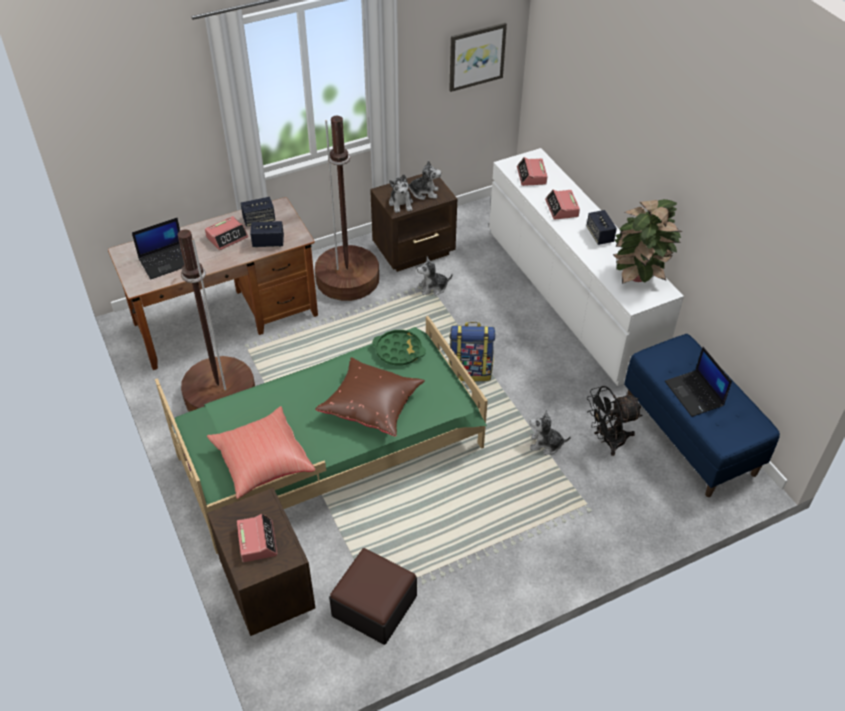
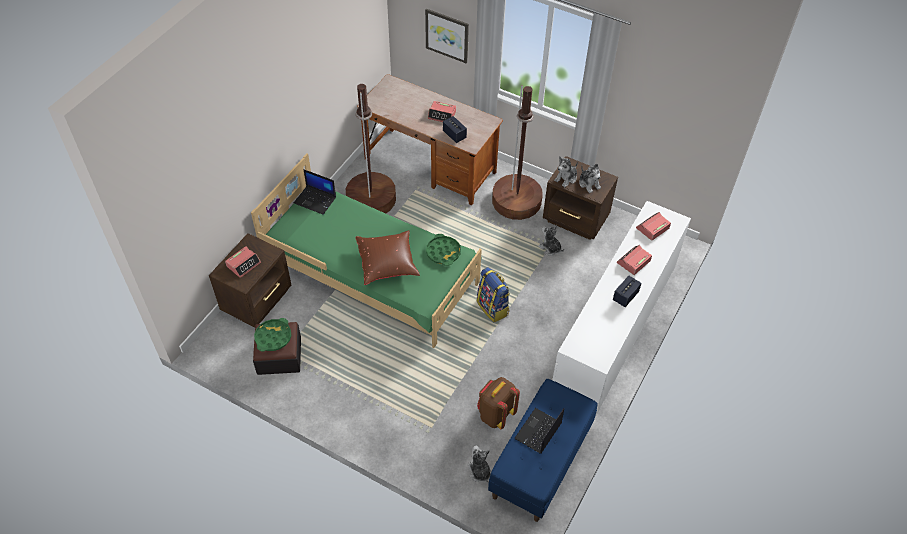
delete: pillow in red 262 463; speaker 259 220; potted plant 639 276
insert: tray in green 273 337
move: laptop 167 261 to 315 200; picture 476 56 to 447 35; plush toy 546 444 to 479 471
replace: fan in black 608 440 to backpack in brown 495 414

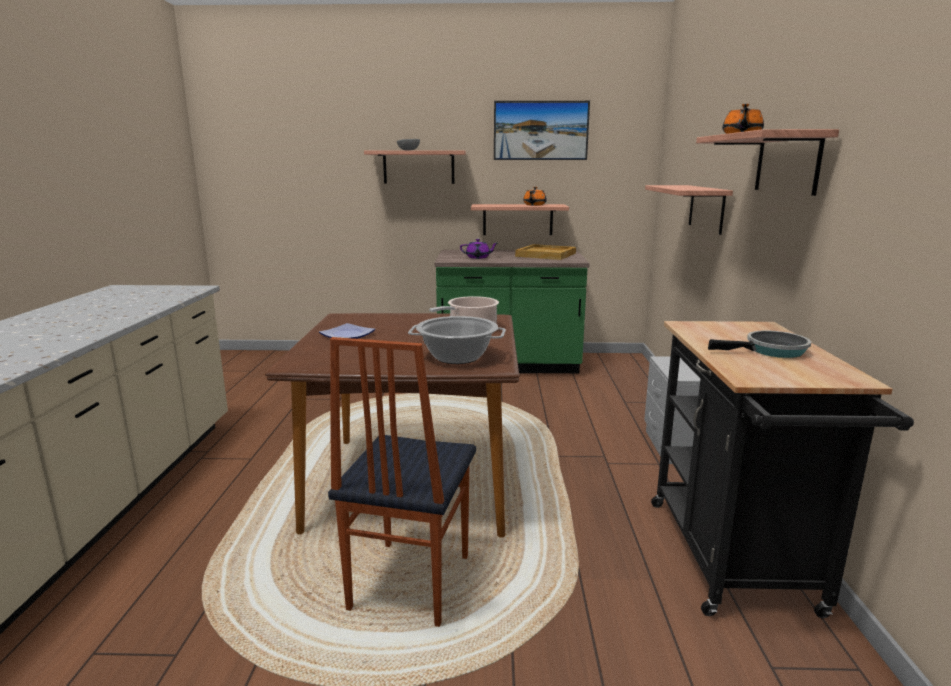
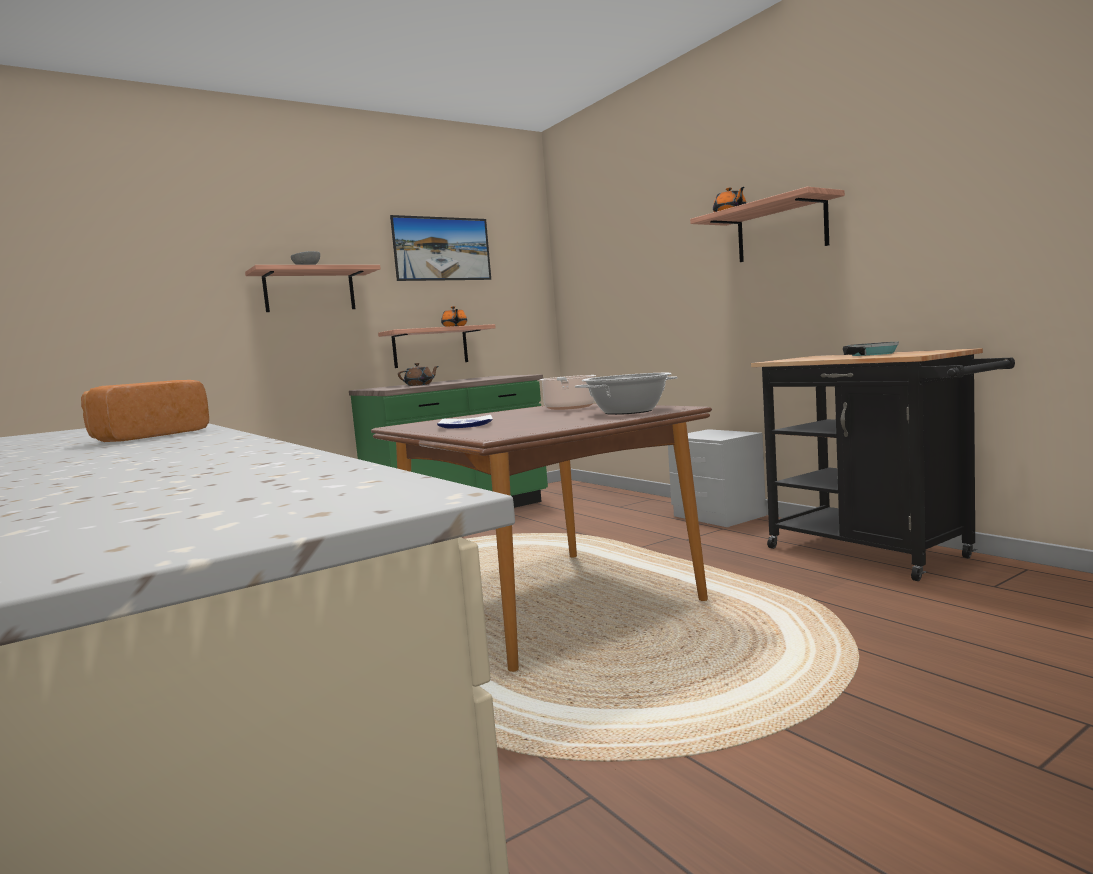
delete: chair 408 582; tray in beige 546 255; shelf 706 208
insert: bread 147 436
recolor: teapot in purple 478 257 to teapot in brown 419 385

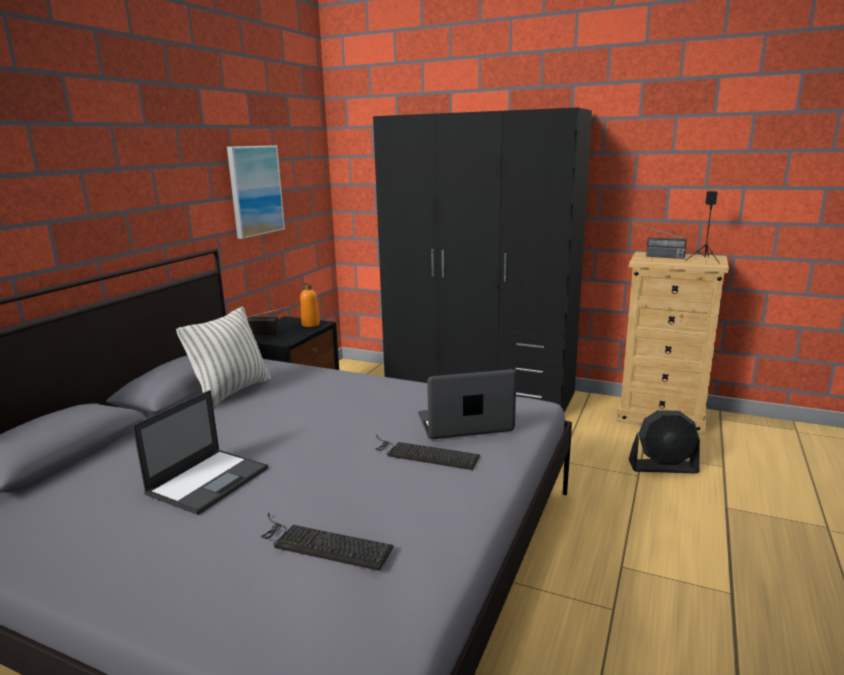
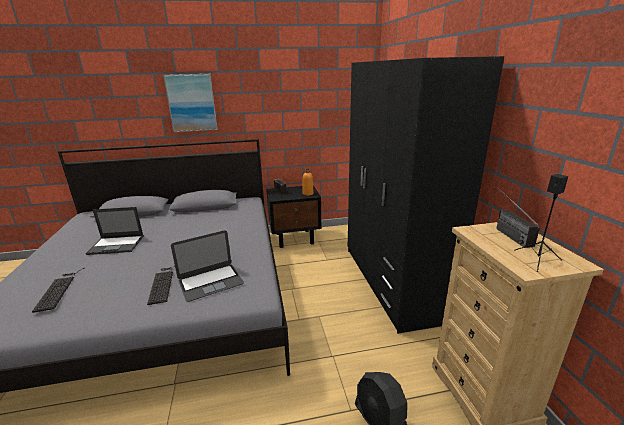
delete: pillow 232 391
move: picture 255 190 to 191 103
rotate: laptop 464 423 = 210 282 105 degrees clockwise

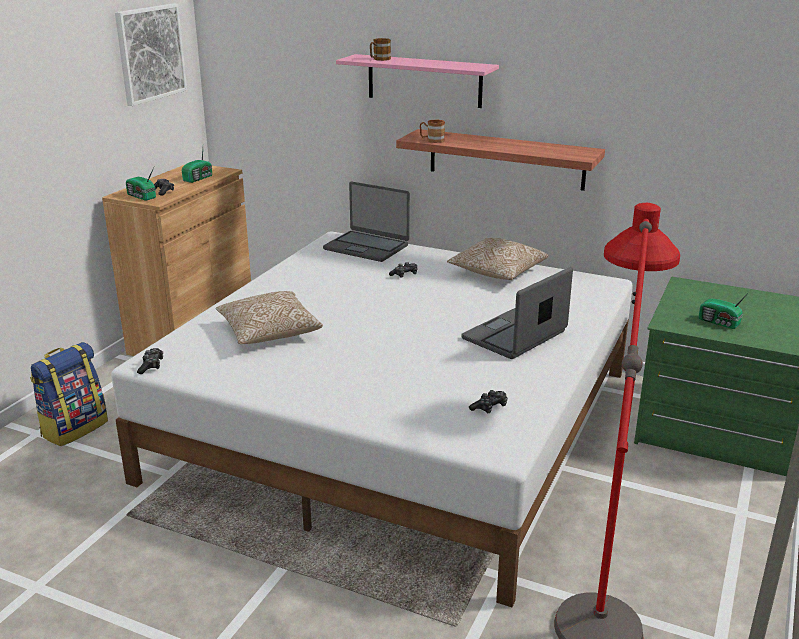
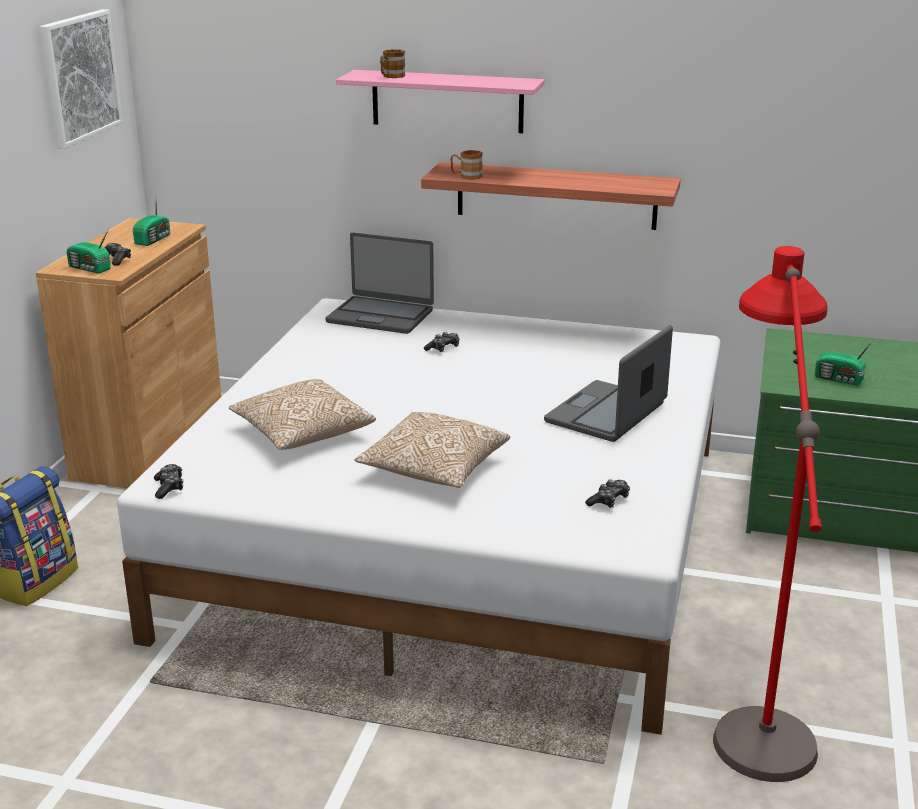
move: pillow 497 273 to 433 470

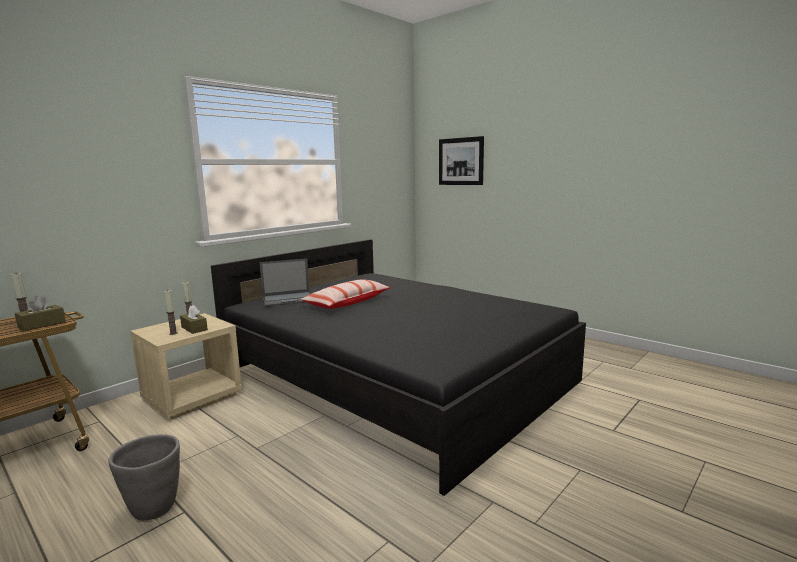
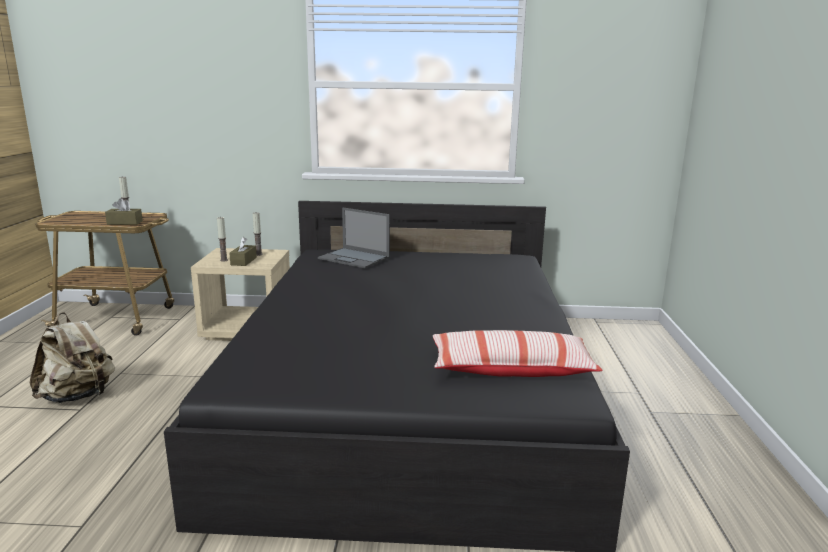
delete: picture 460 161
move: pillow 347 303 to 511 369
replace: planter in grey 154 508 to backpack in beige 78 396

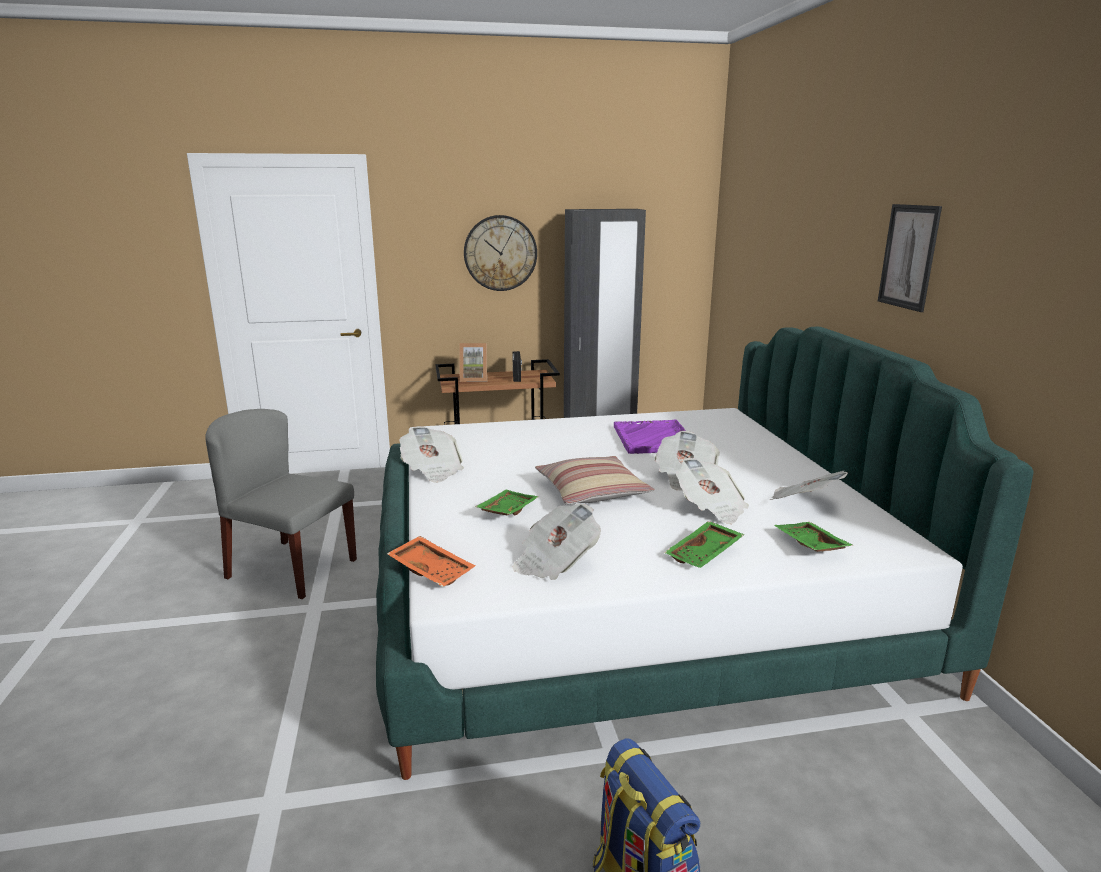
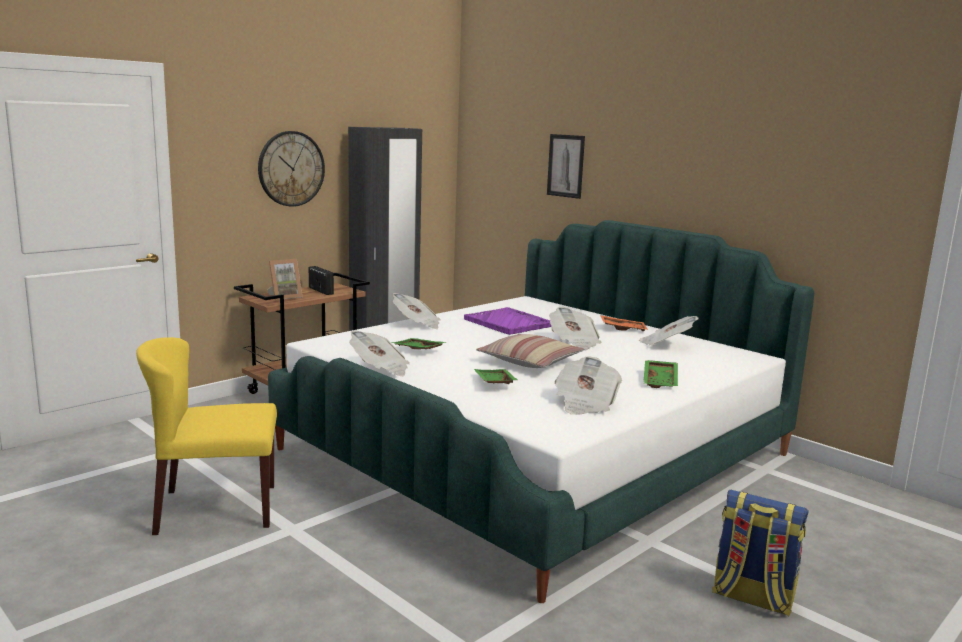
move: tray in green 809 545 to 417 350; newspaper 711 508 to 417 324; picture 908 256 to 565 166; tray in orange 432 570 to 623 328
recolor: chair in grey 291 568 to chair in yellow 216 509

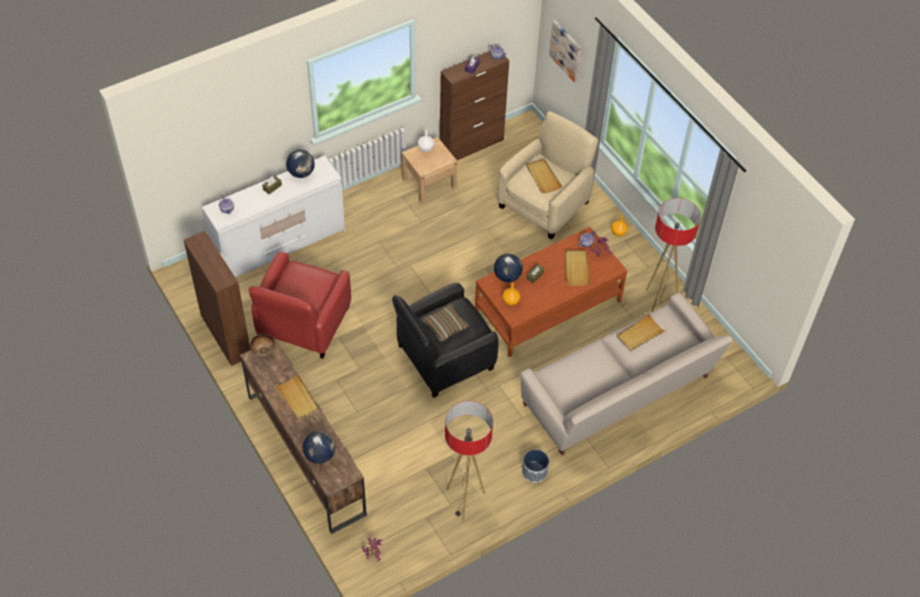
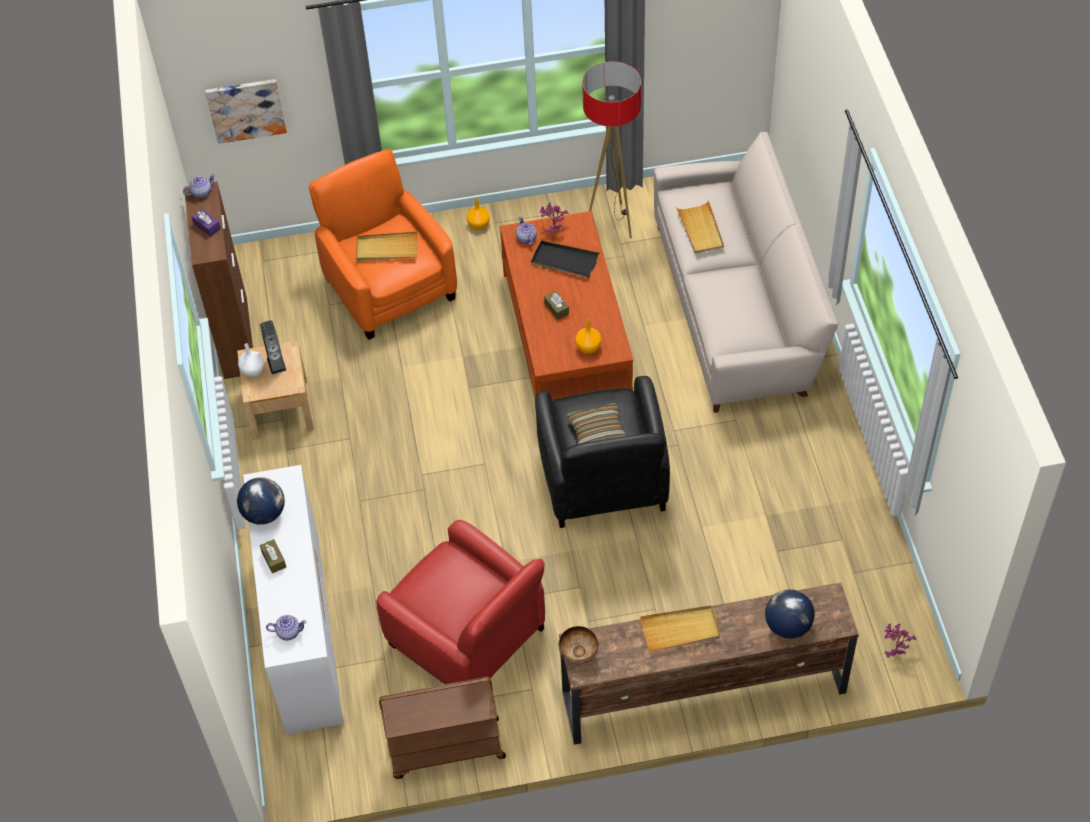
delete: floor lamp 464 501; globe 507 276; planter 534 472
insert: speaker 276 364
replace: cabinet in brown 226 335 to cart in brown 445 749
recolor: armchair in beige 545 204 to armchair in orange 389 287; tray in beige 576 268 to tray in black 564 261

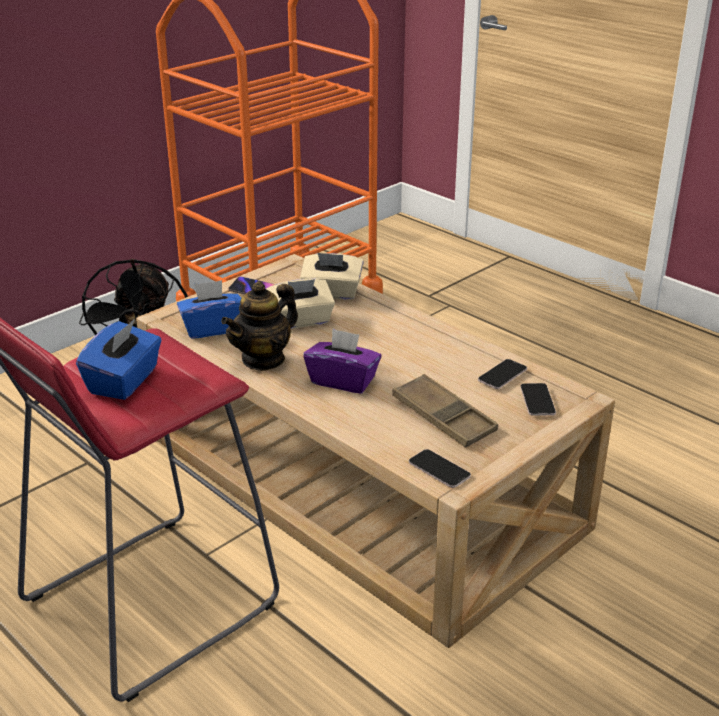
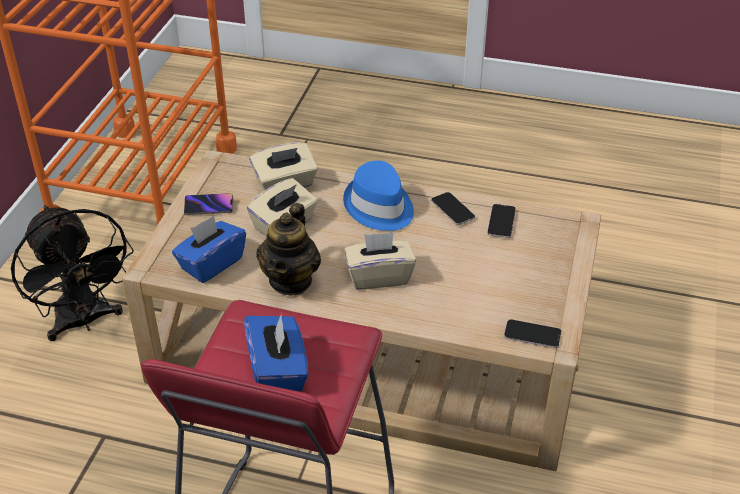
delete: tray in brown 443 417
insert: hat in blue 379 207
move: phone 537 400 to 452 209
recolor: tissue box in purple 343 381 to tissue box in beige 379 276

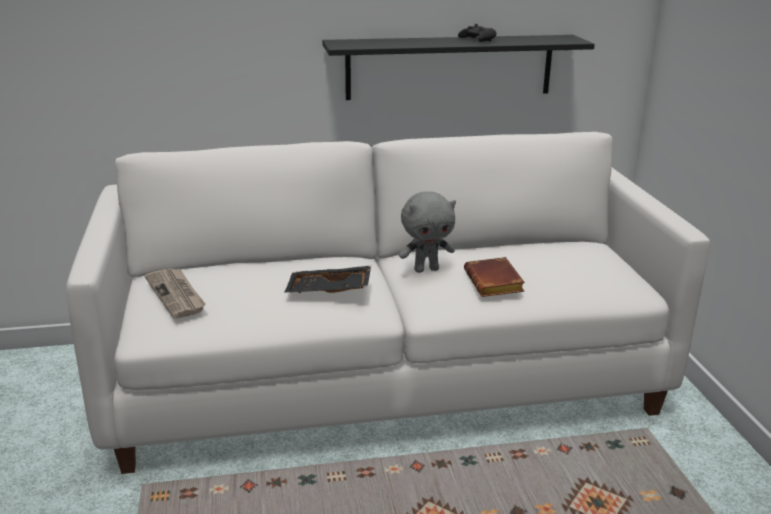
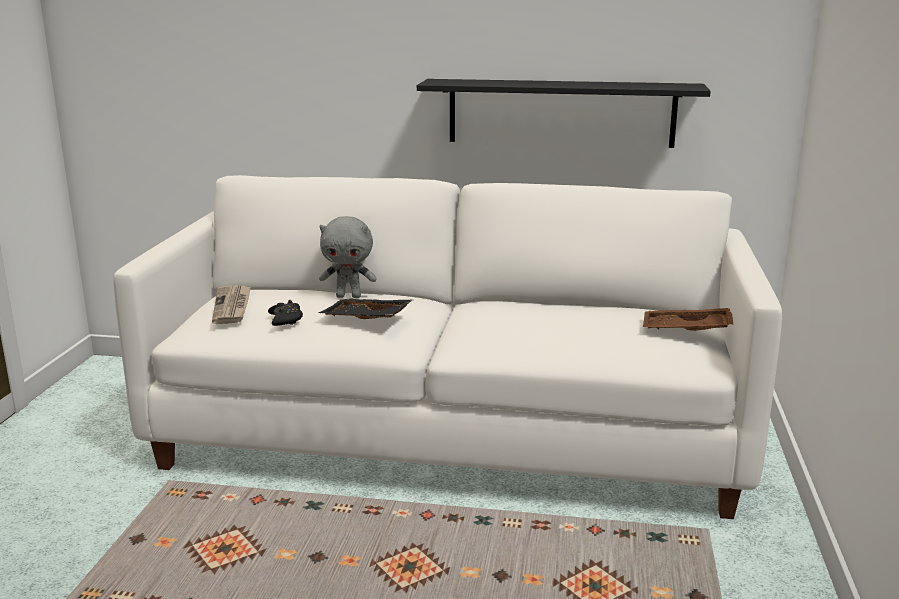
delete: book in brown 495 283
insert: tray in brown 686 330
move: game controller in black 478 39 to 285 319; plush toy in grey 426 269 to 349 296

